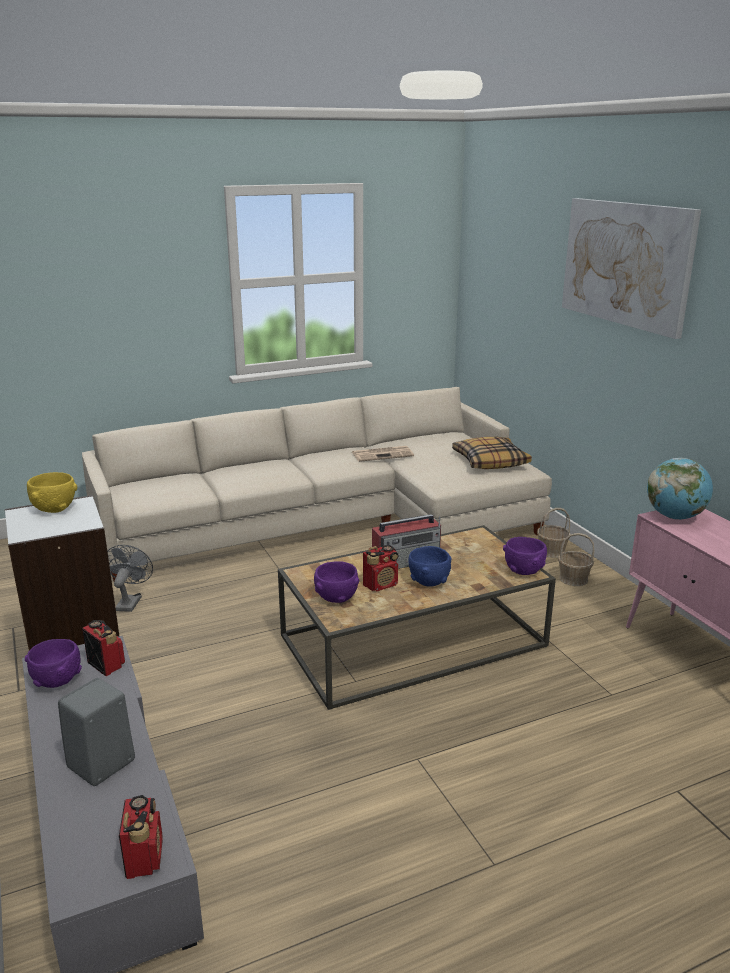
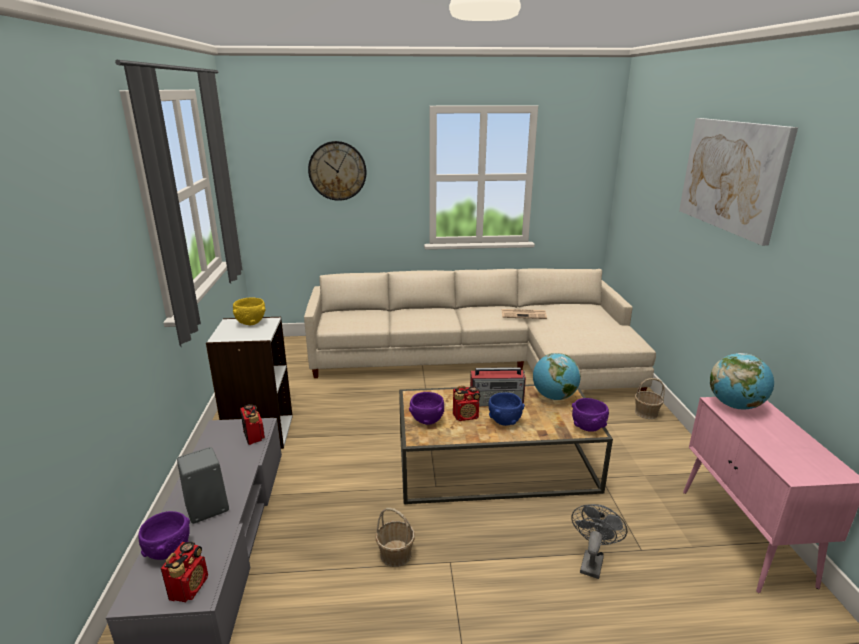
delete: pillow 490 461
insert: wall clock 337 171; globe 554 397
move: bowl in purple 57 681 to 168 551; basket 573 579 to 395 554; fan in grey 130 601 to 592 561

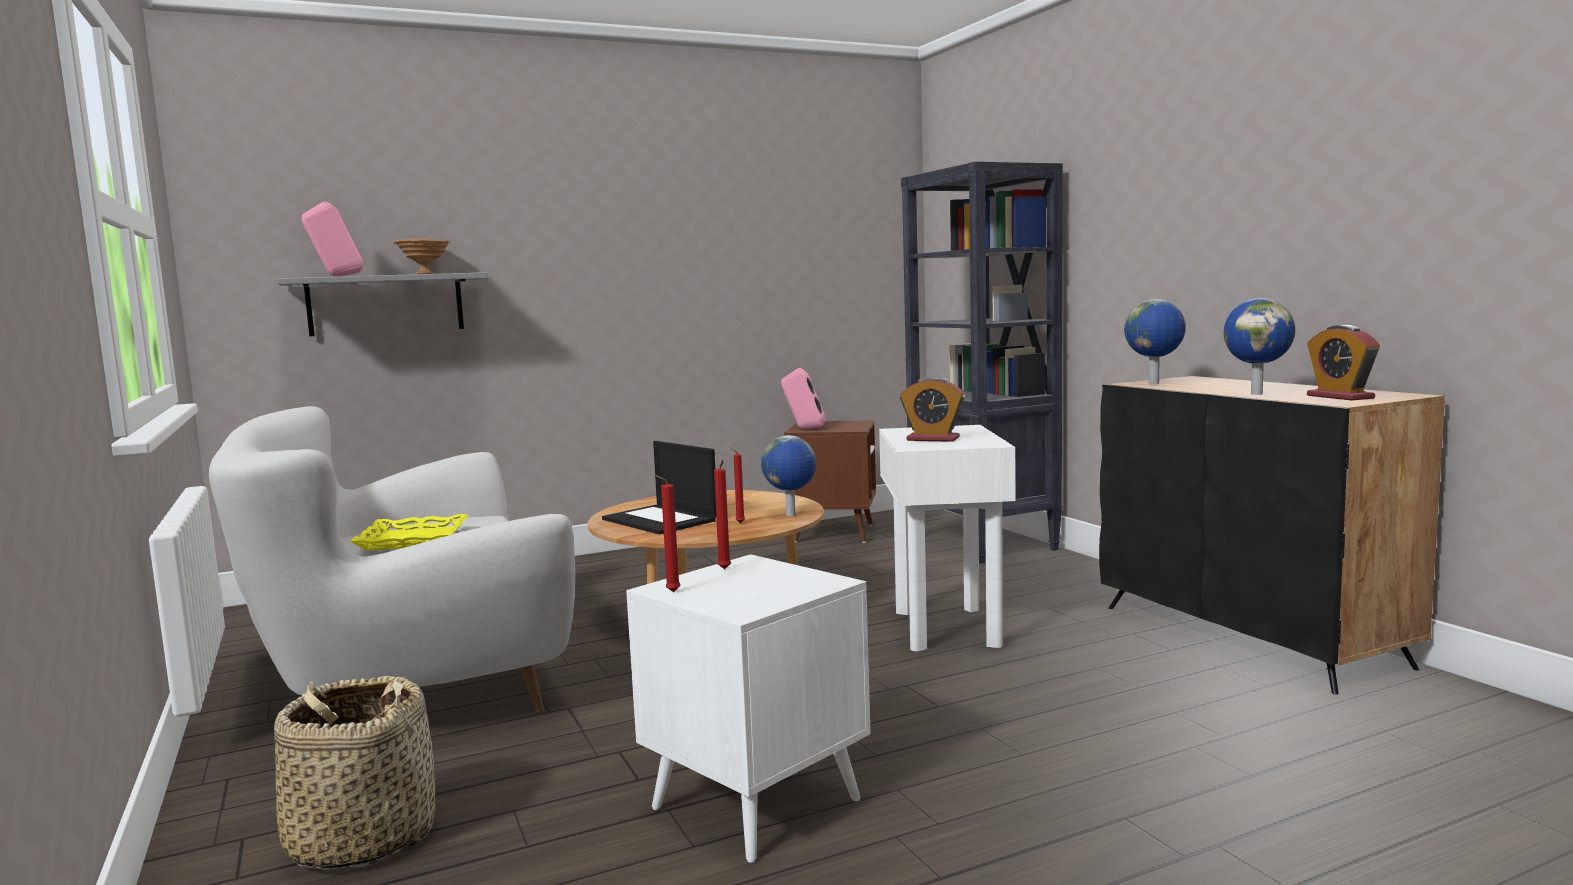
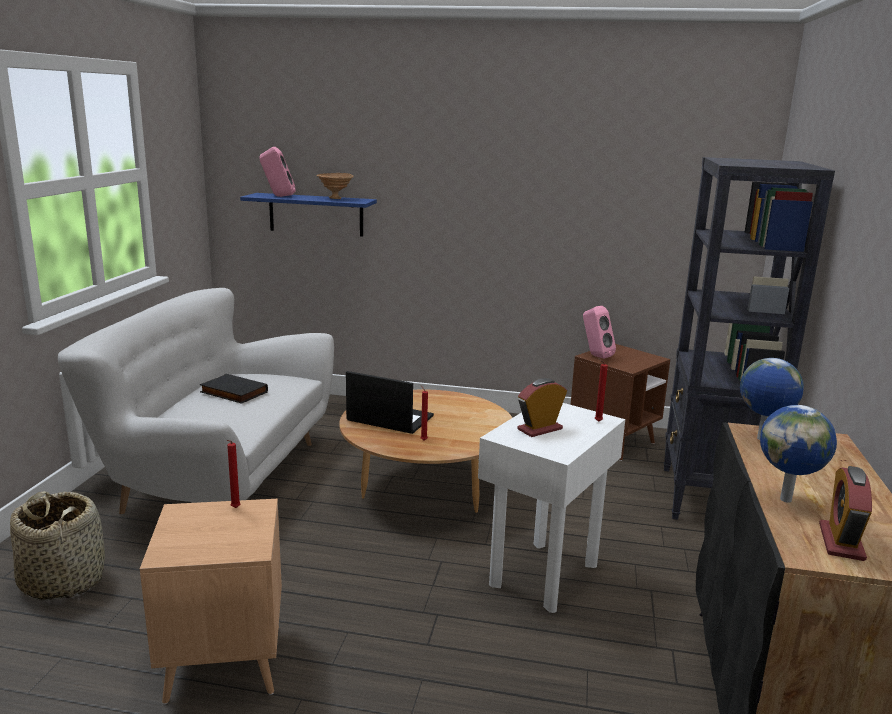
delete: globe 791 515
move: candle in red 670 592 to 597 421
replace: tray in yellow 412 540 to book in black 232 392
recolor: side table in white 756 804 to side table in brown 224 662; shelf in grey 386 304 to shelf in blue 316 214
rotate: laptop 661 520 = 388 418 120 degrees clockwise; alarm clock 933 439 = 540 429 90 degrees clockwise

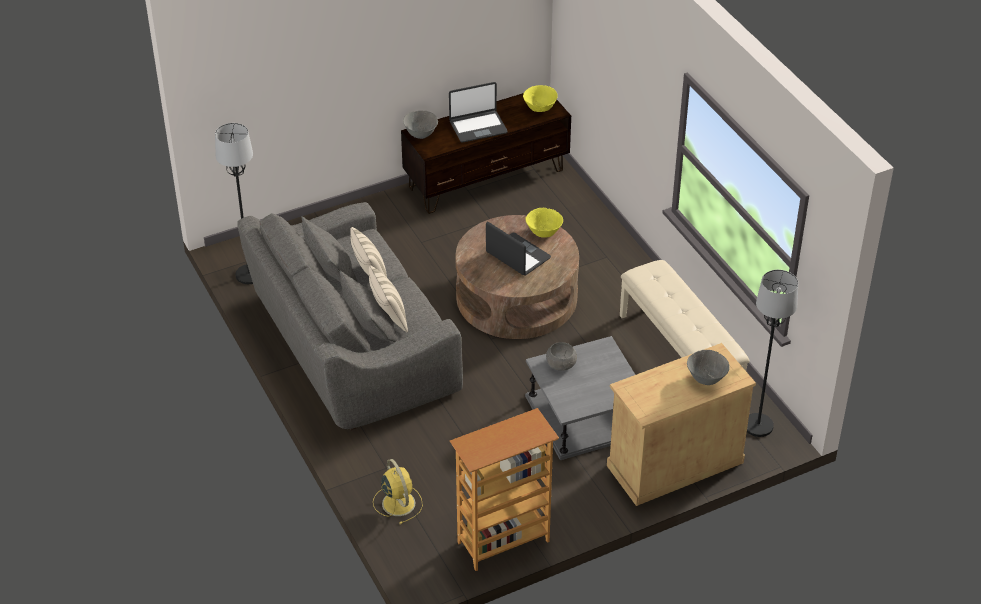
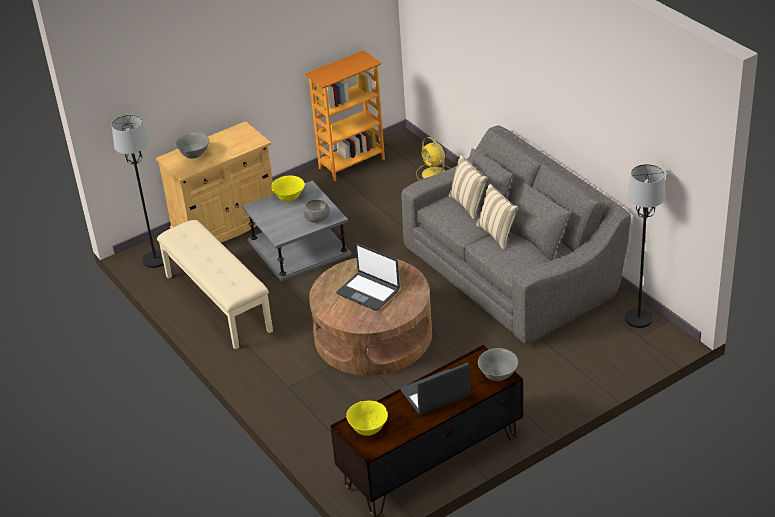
move: bowl in yellow 543 232 to 289 198

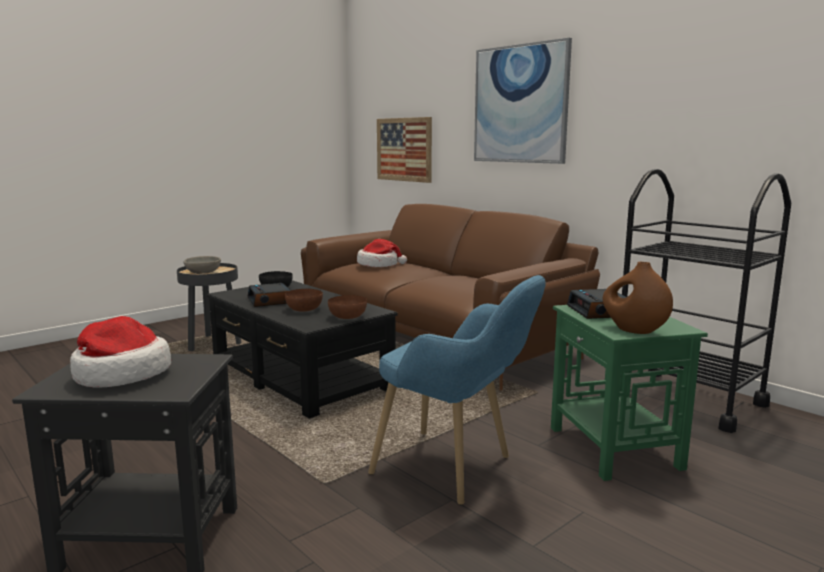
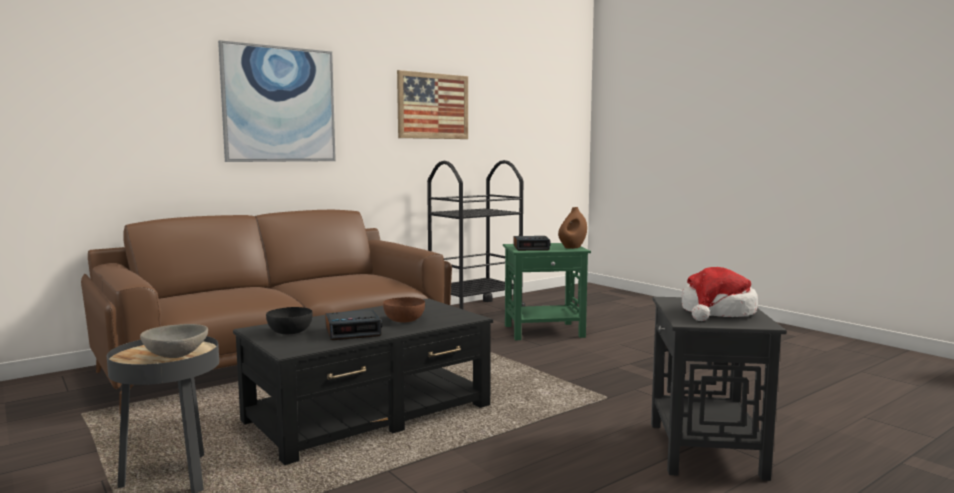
delete: bowl in brown 348 317; hat 379 265; armchair in blue 457 471
move: picture 404 149 to 433 106

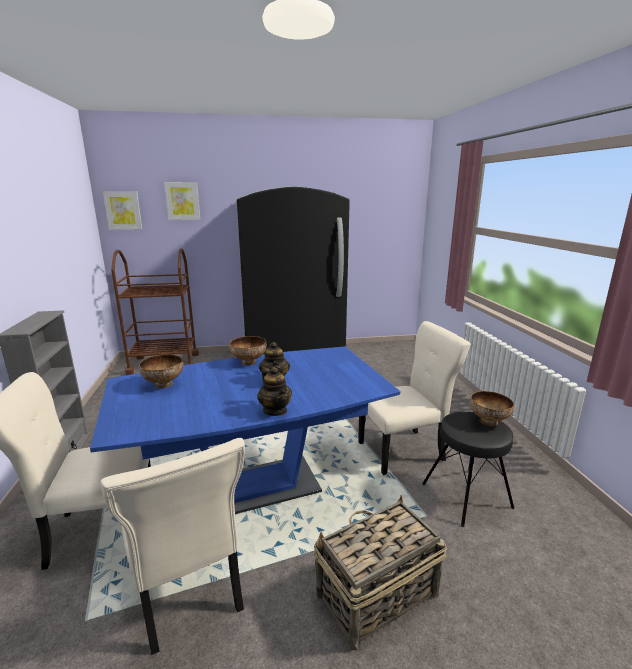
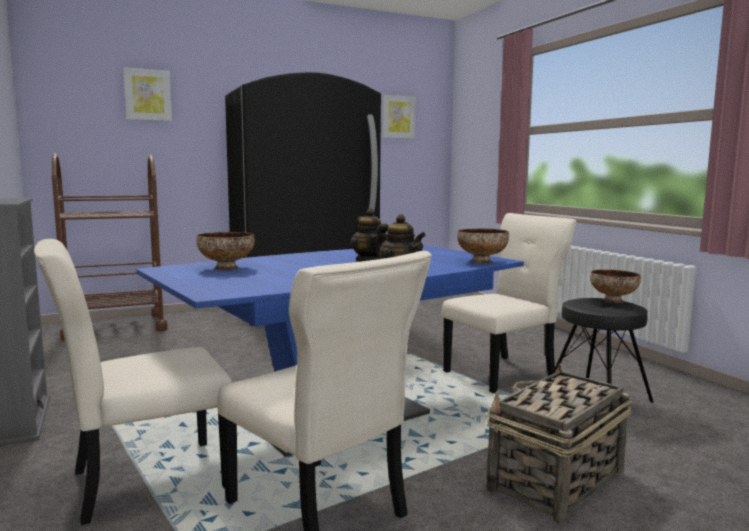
move: picture 123 210 to 398 117; bowl 249 362 to 482 262

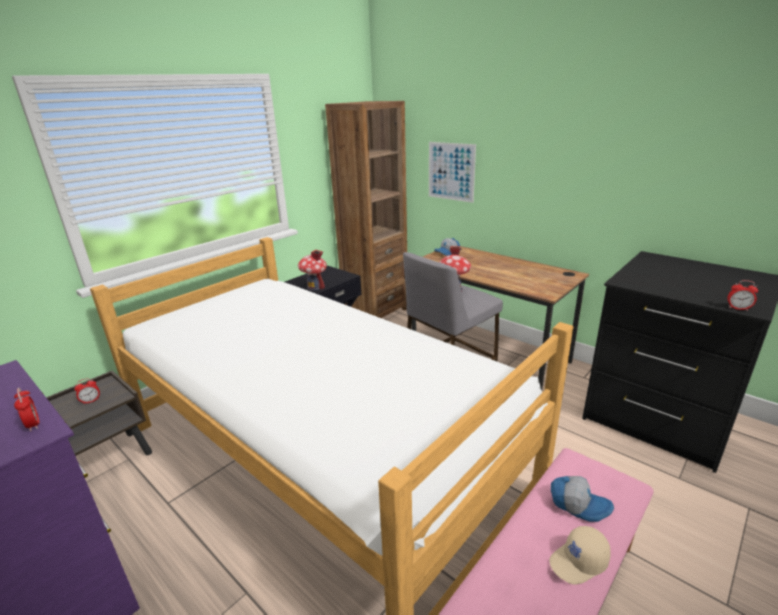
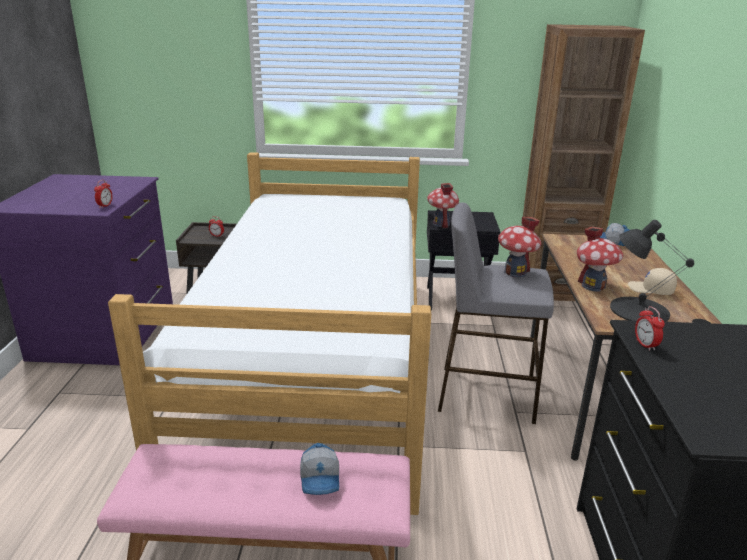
delete: picture 451 171
insert: toy house 593 286; table lamp in black 638 310
move: cap in beige 579 562 to 650 290; alarm clock 738 308 to 645 345

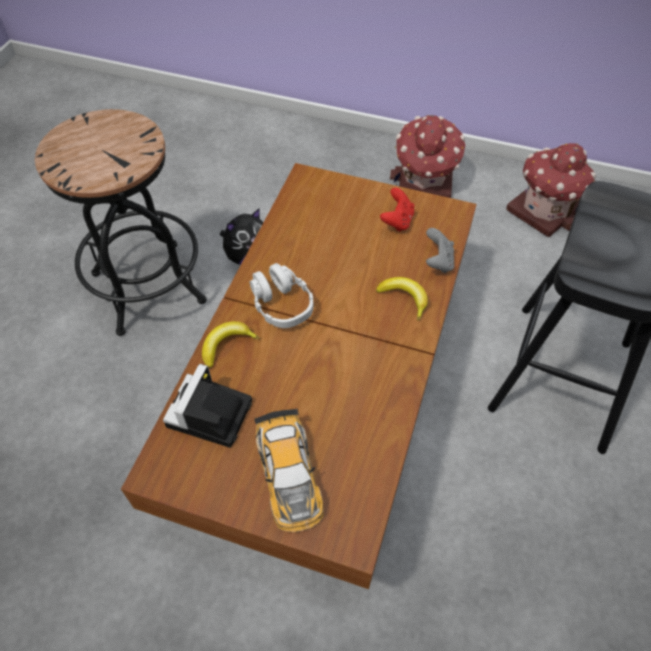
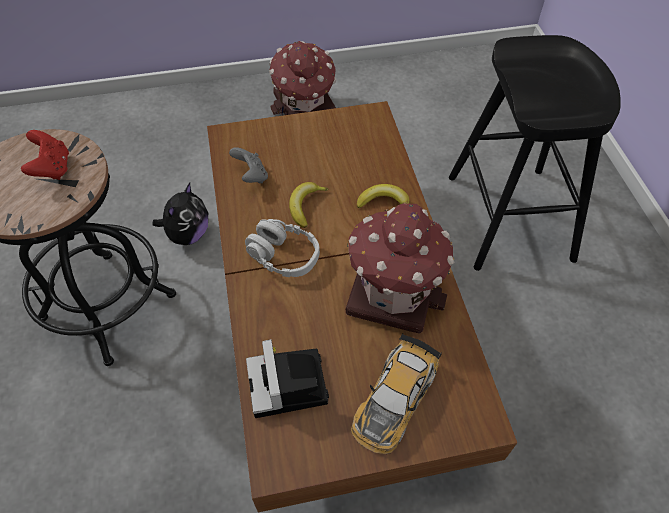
move: game controller in red 397 221 to 52 168; game controller in grey 438 262 to 251 176; banana 226 345 to 305 206; toy house 545 209 to 394 289
rotate: toy car 289 474 = 394 399 75 degrees clockwise

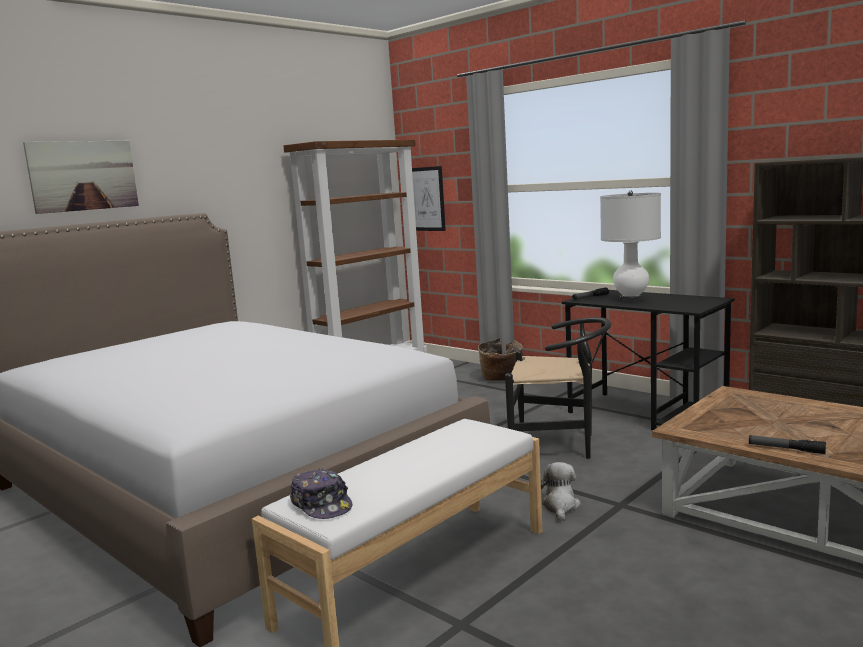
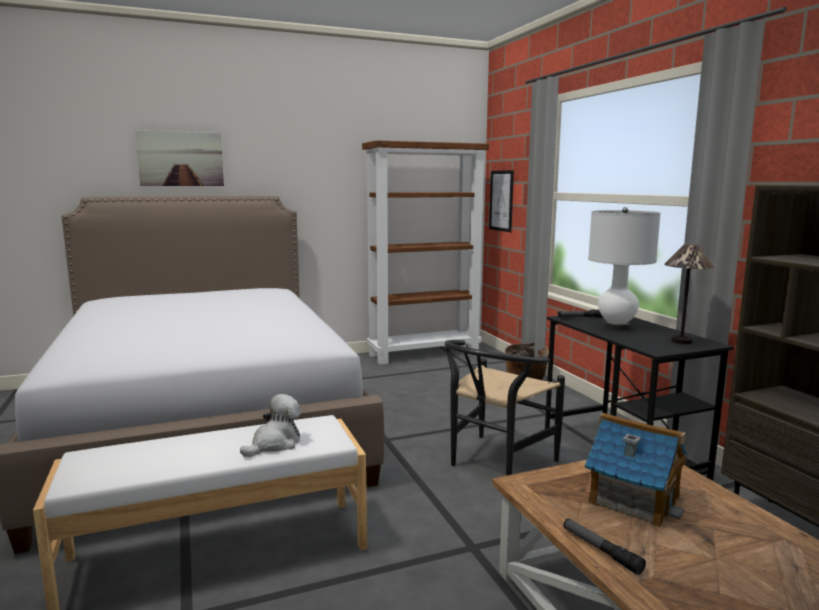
delete: cap 322 505
insert: toy house 633 499; table lamp 681 341
move: plush toy 560 506 to 275 444
rotate: chair in black 560 445 = 495 463 90 degrees clockwise

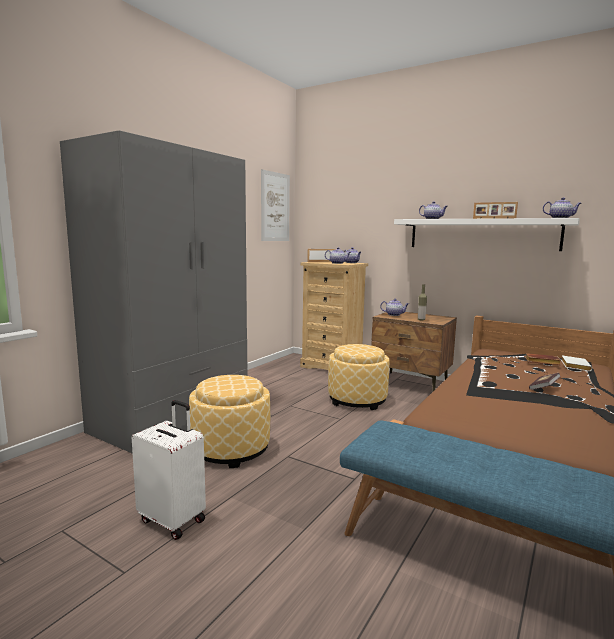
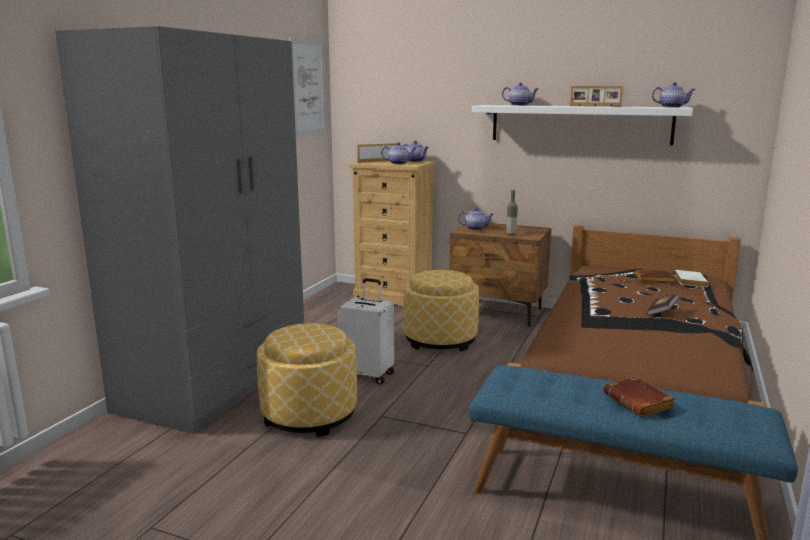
insert: book in brown 640 402
move: suitcase in white 173 519 to 368 375

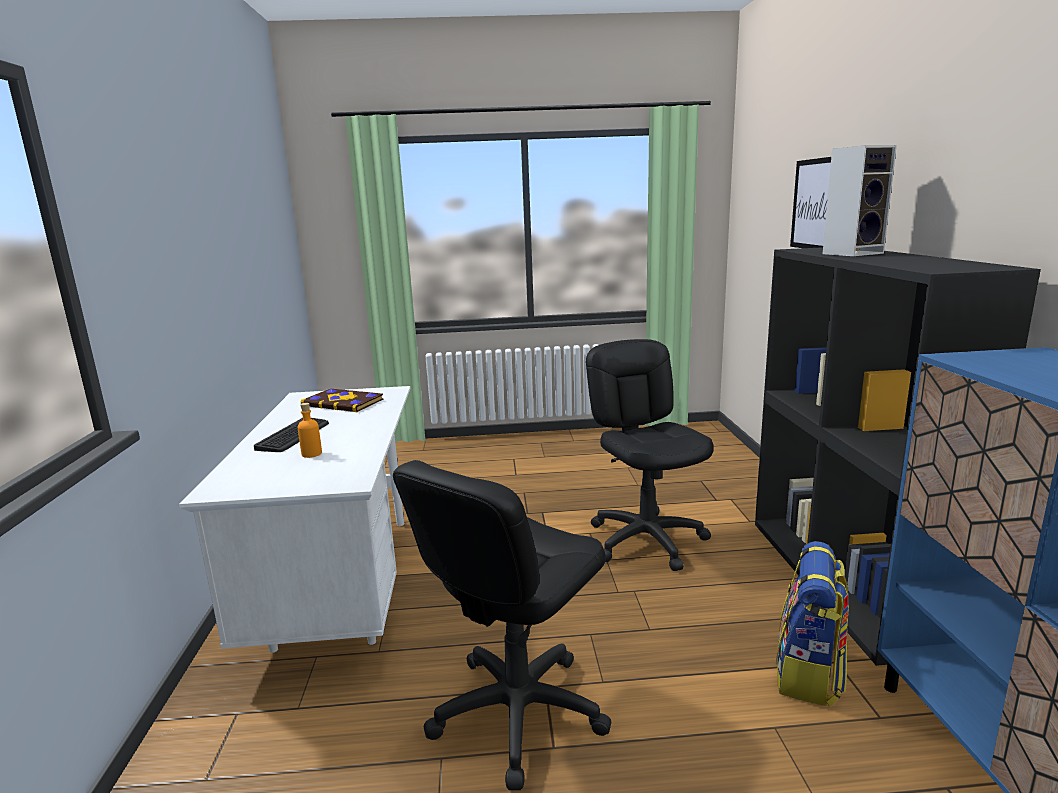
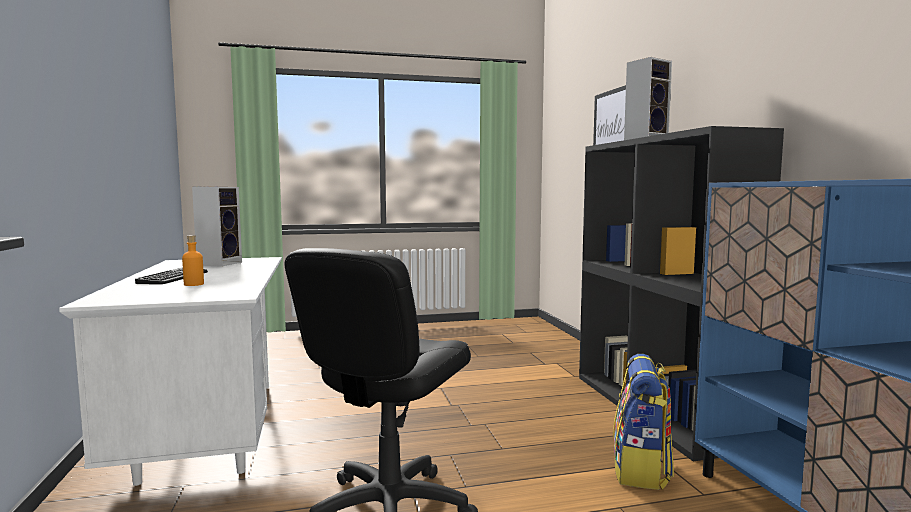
delete: office chair in black 647 540
replace: book 343 402 to speaker 220 263

